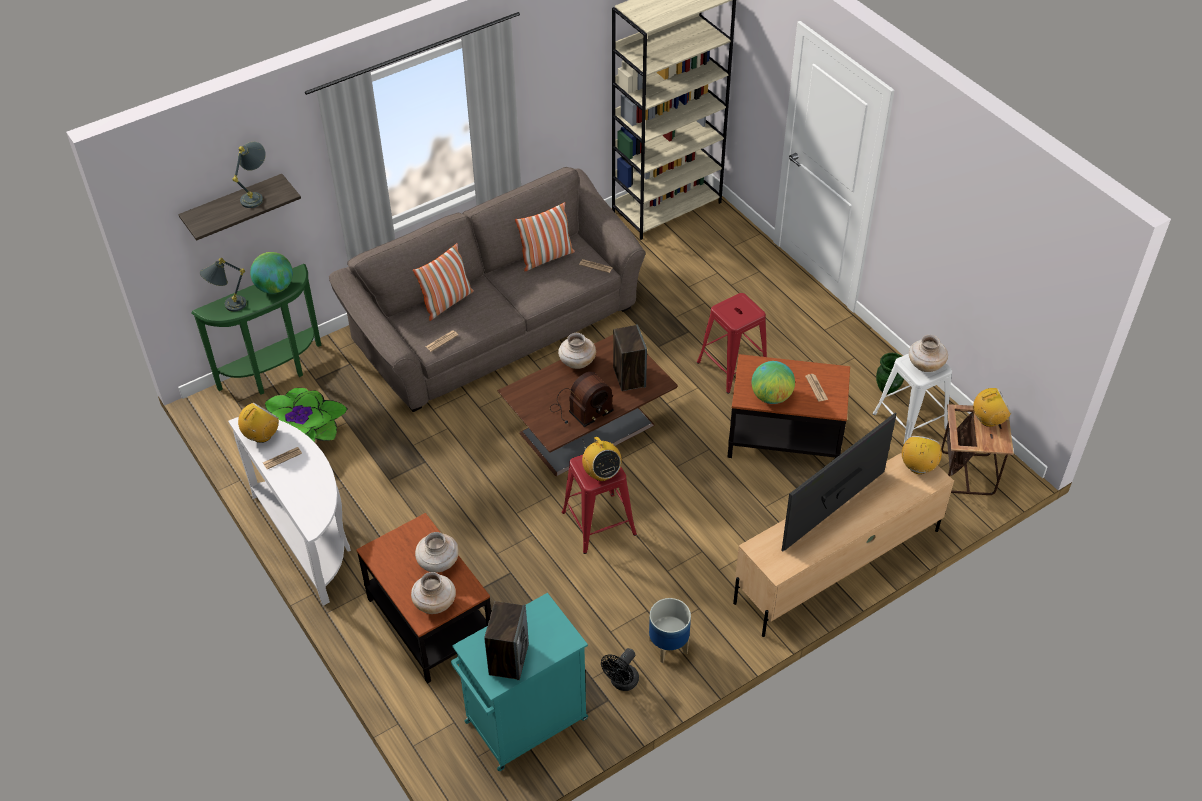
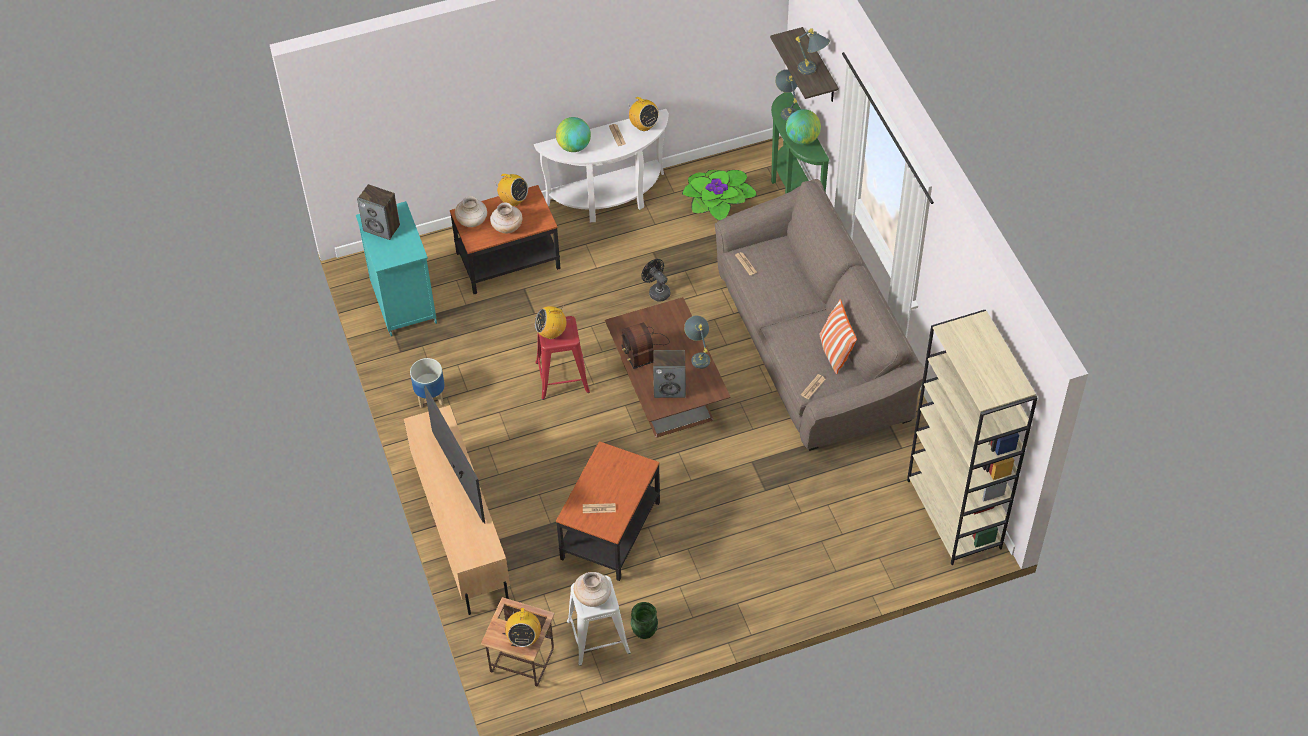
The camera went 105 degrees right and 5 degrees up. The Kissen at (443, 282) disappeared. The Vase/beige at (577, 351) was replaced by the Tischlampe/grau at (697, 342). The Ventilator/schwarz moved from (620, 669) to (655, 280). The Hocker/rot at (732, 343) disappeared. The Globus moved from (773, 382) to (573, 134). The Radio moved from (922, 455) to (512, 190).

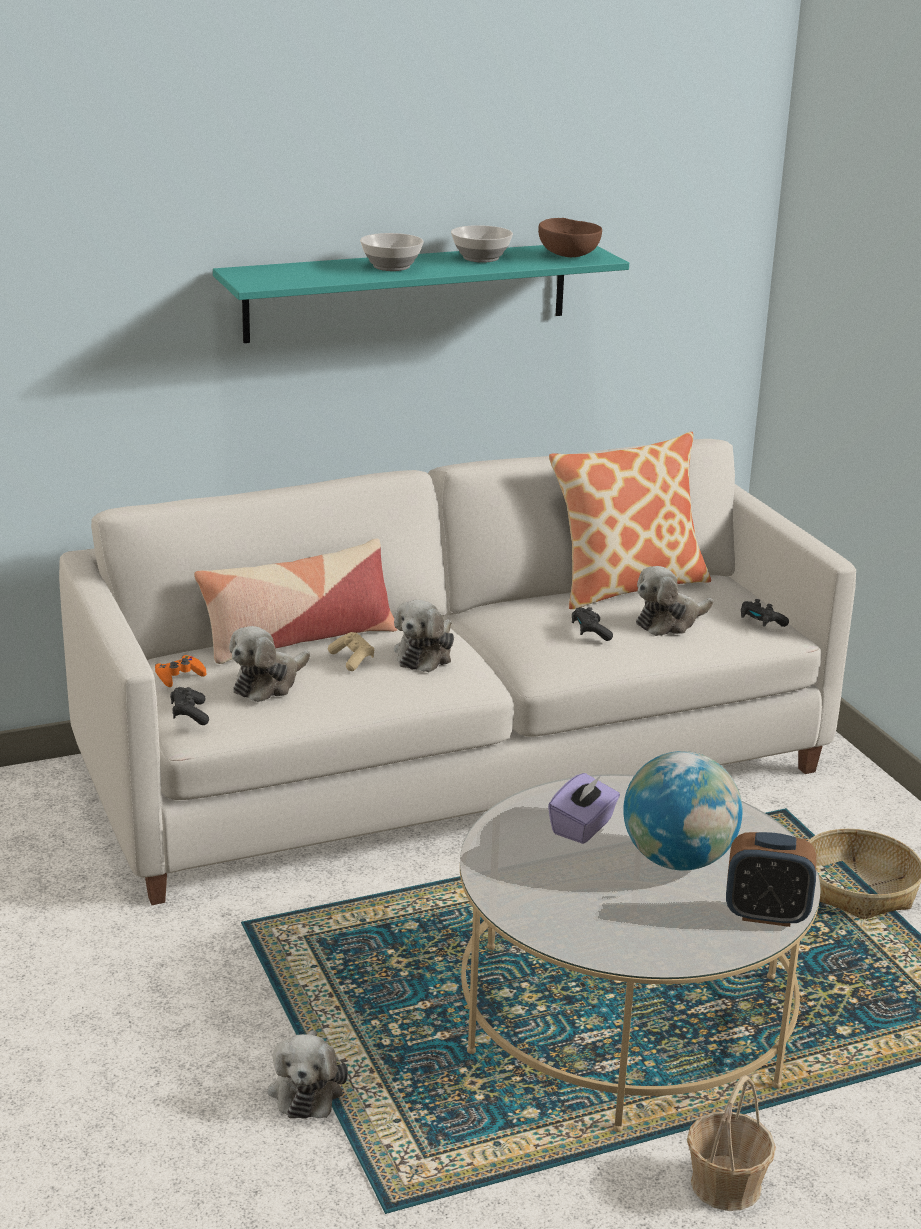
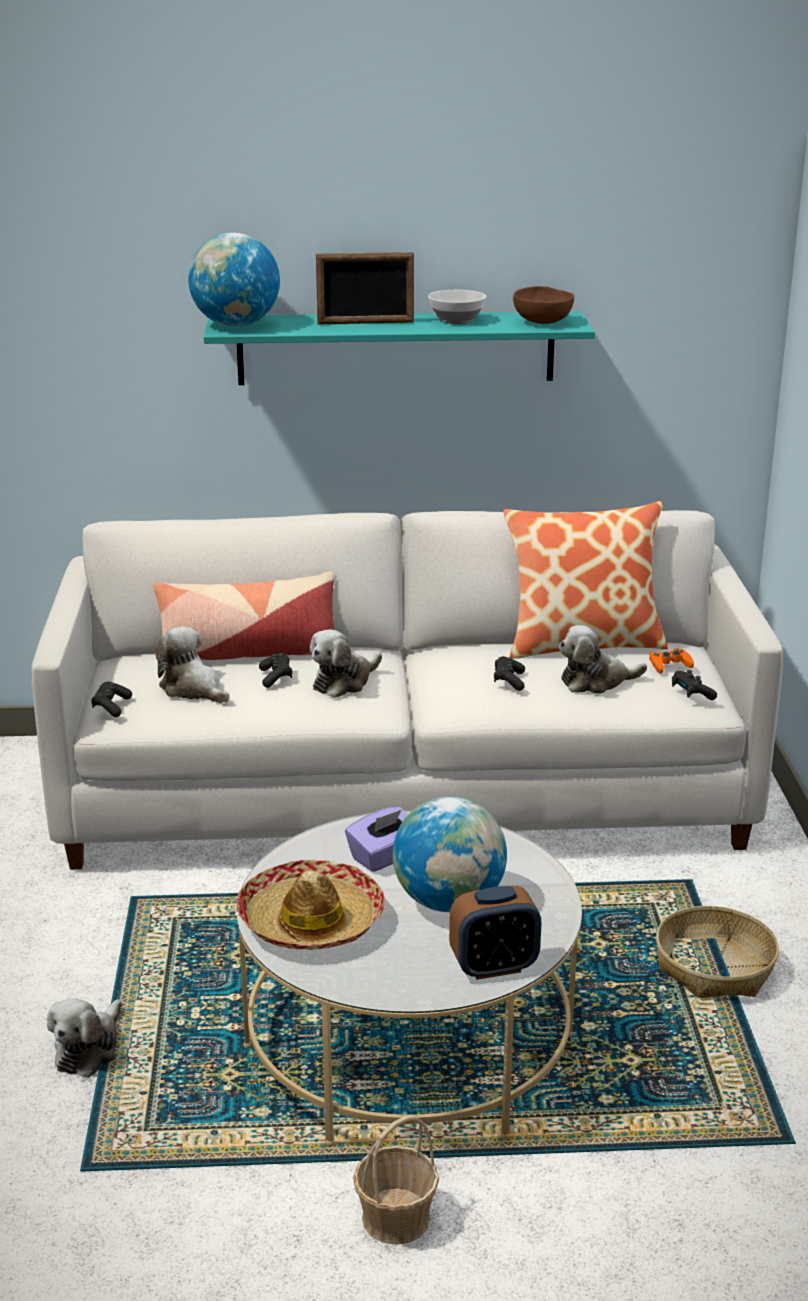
The camera went 20 degrees right and 0 degrees up. The Gamepad/orange moved from (180, 671) to (671, 660). The Plüschtier at (269, 664) turned 75 degrees clockwise. The Gamepad/beige at (351, 651) became the Gamepad/schwarz at (275, 670). The Schüssel at (392, 252) was replaced by the Bilderrahmen at (365, 288). The Wecker at (771, 879) turned 45 degrees counterclockwise. The Globus at (234, 279) appeared. The Hut at (311, 904) appeared.

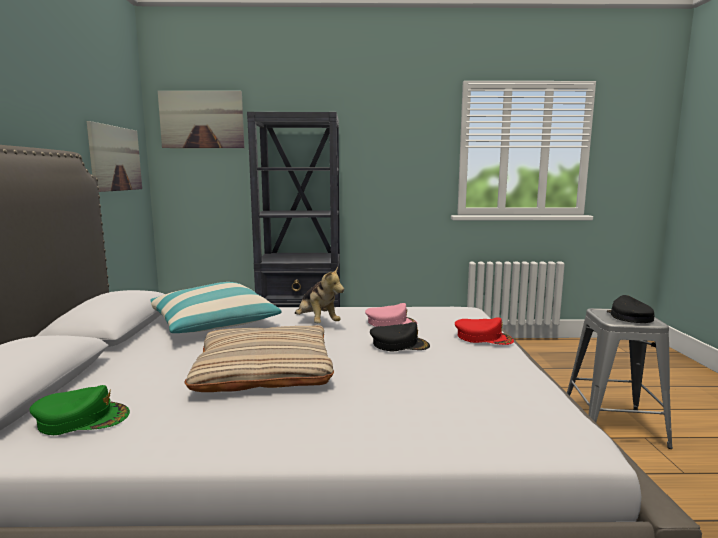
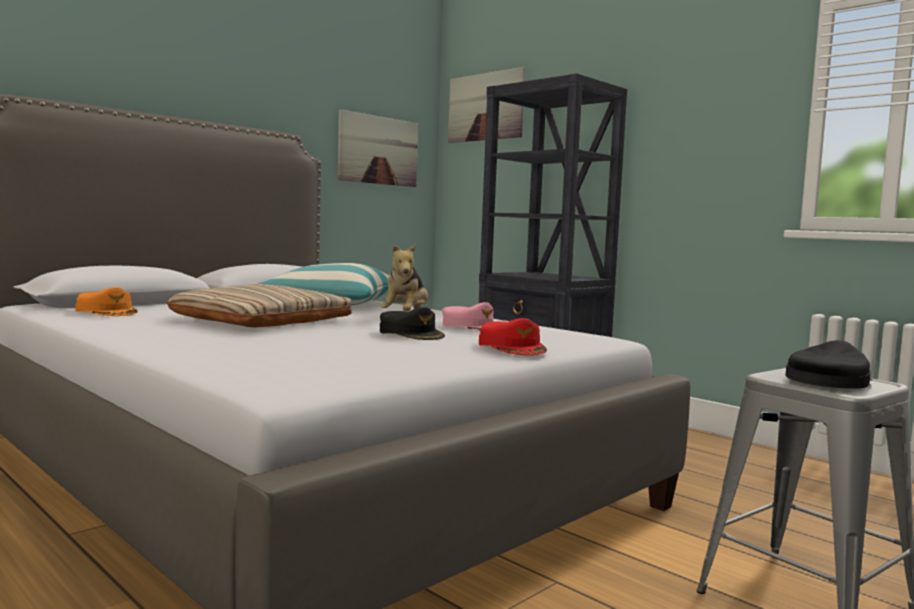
The camera went 45 degrees right and 5 degrees down. The Kappe/grün at (80, 410) became the Kappe/orange at (106, 301).

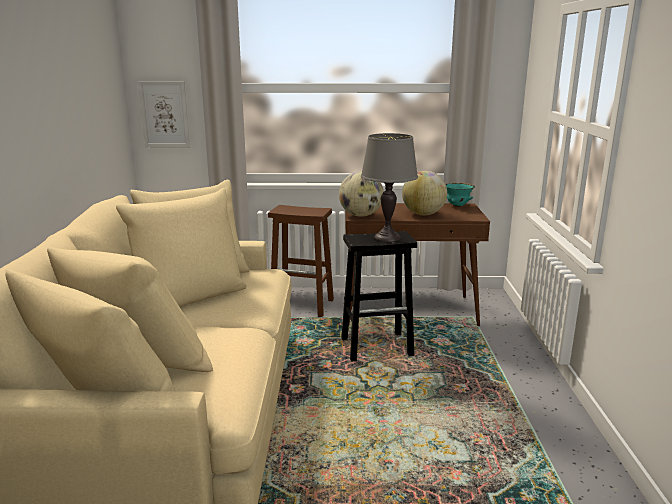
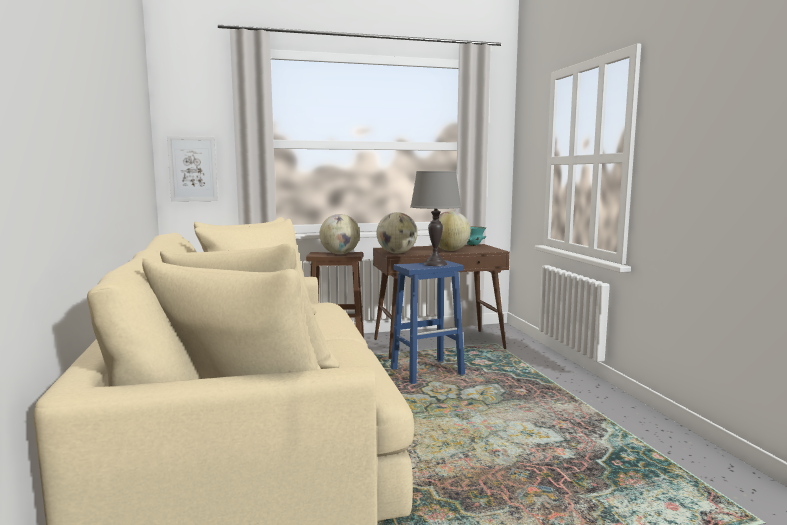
The camera went 15 degrees left and 10 degrees down. The Hocker/schwarz at (379, 296) became the Hocker/blau at (428, 322). The Globus at (339, 234) appeared.

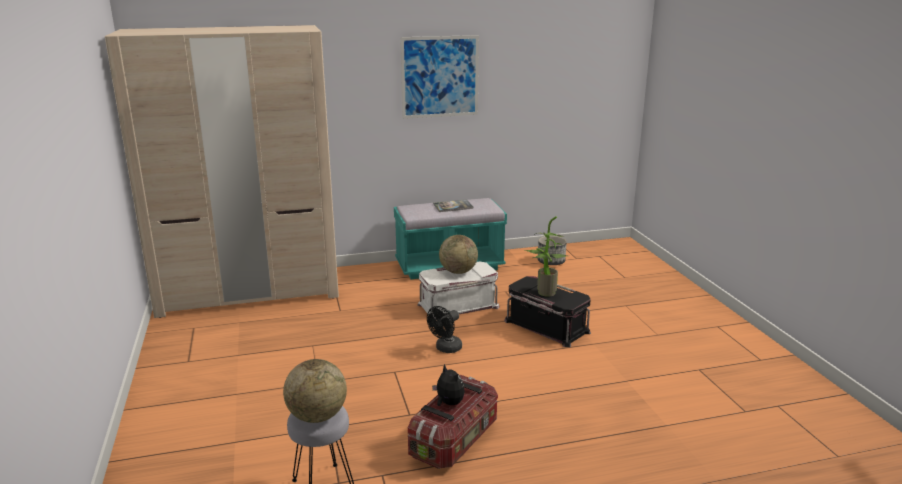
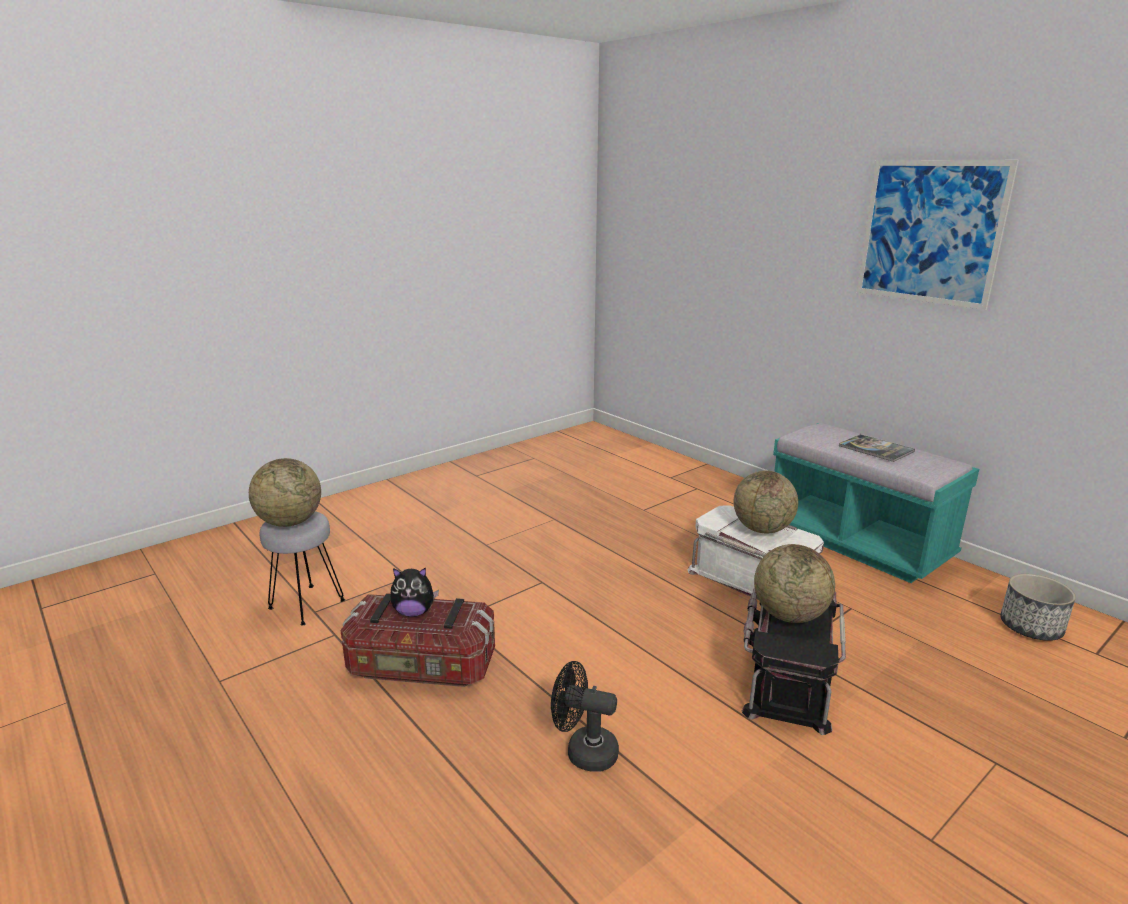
The camera went 65 degrees right and 0 degrees up. The Kleiderschrank/beige at (222, 171) disappeared. The Ventilator/schwarz moved from (444, 329) to (585, 716). The Plüschtier at (448, 385) turned 60 degrees clockwise. The Topfpflanze at (546, 256) was replaced by the Globus at (794, 583).

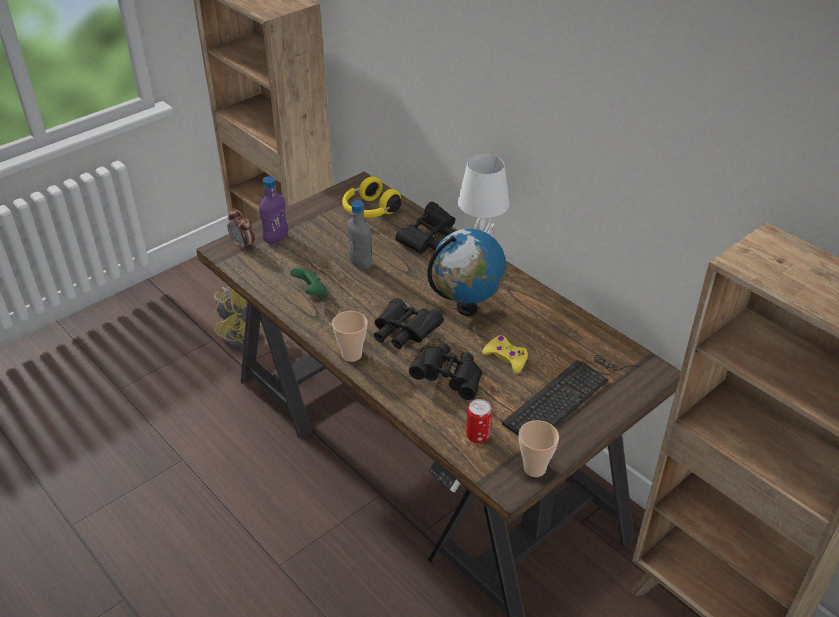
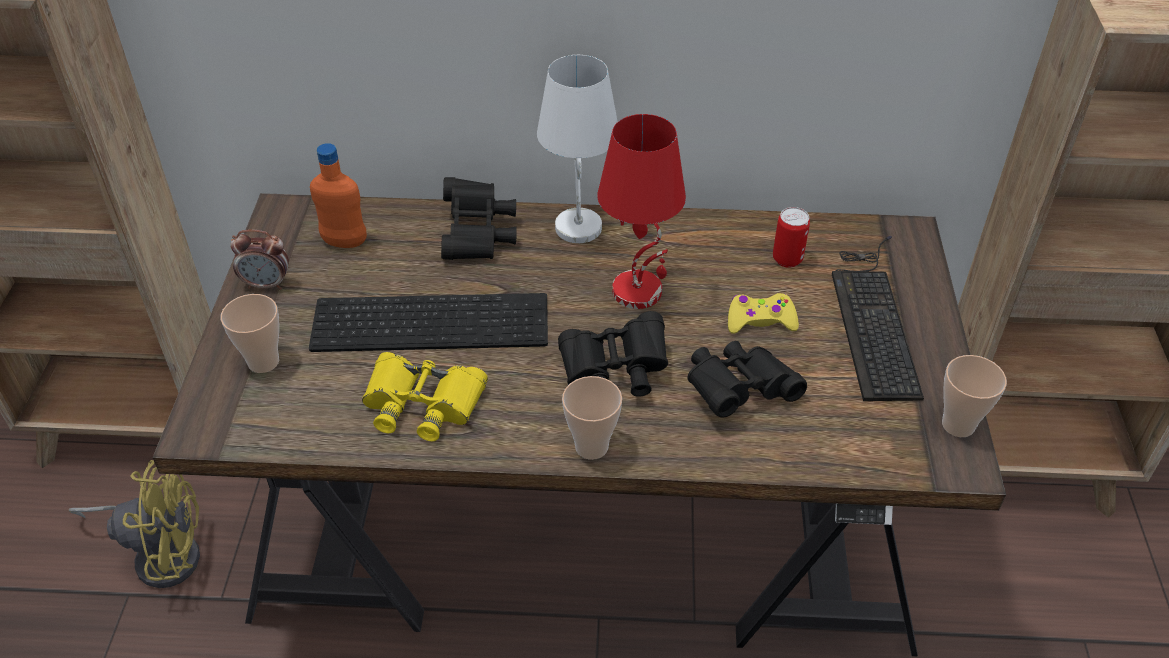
The camera went 45 degrees left and 5 degrees up. The Wecker moved from (241, 230) to (259, 260). The Flasche/lila at (273, 210) was replaced by the Tasse at (250, 333). The Gamepad/grün at (308, 282) was replaced by the Fernglas/gelb at (425, 396). The Kopfhörer/gelb at (372, 197) was replaced by the Flasche/orange at (338, 195). The Flasche/grau at (360, 235) was replaced by the Tastatur at (428, 322). The Globus at (467, 272) was replaced by the Tischlampe/rot at (641, 211). The Dose moved from (479, 421) to (791, 237).

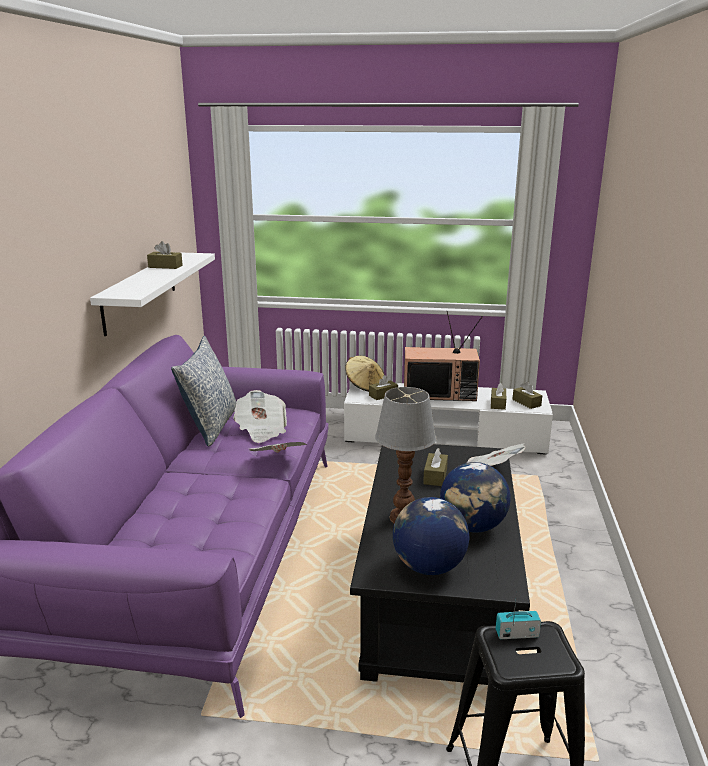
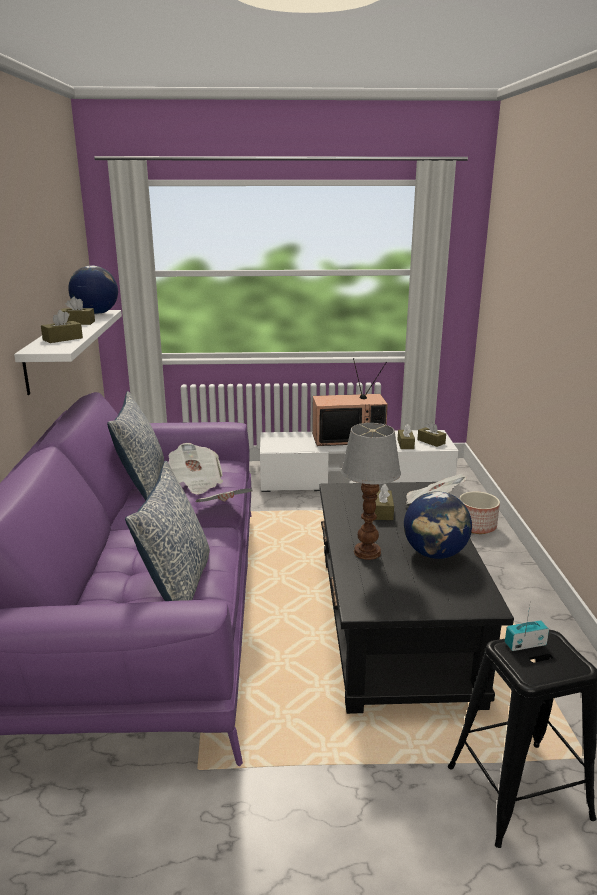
The camera went 10 degrees left and 0 degrees up. The Hut/beige at (364, 374) disappeared. The Taschentuchbox/braun moved from (383, 387) to (62, 326). The Globus moved from (431, 536) to (93, 290). The Kissen at (167, 531) appeared. The Pflanzkübel at (479, 512) appeared.

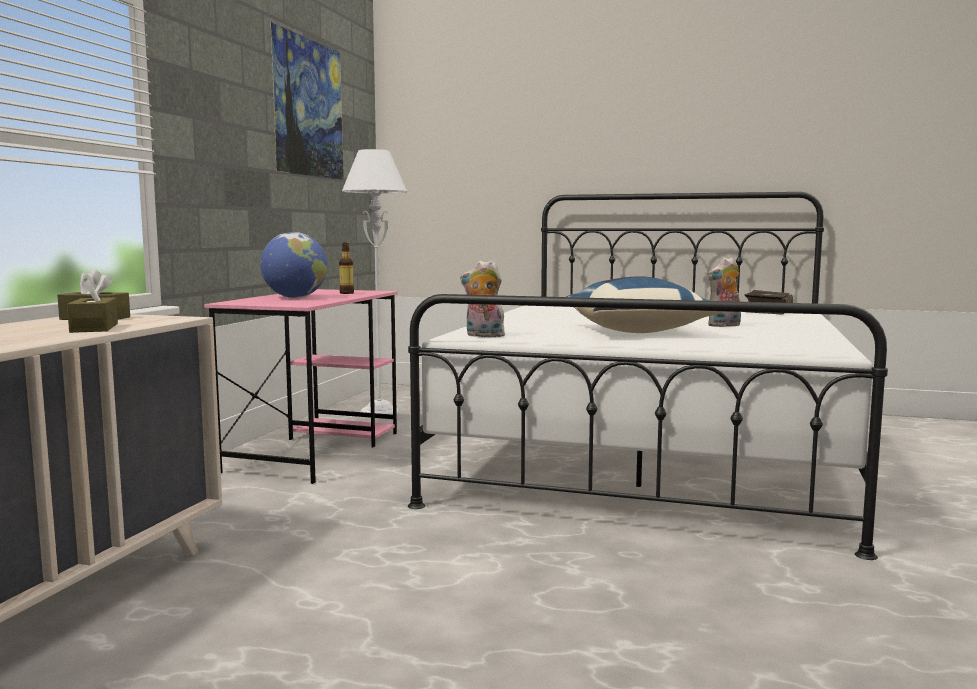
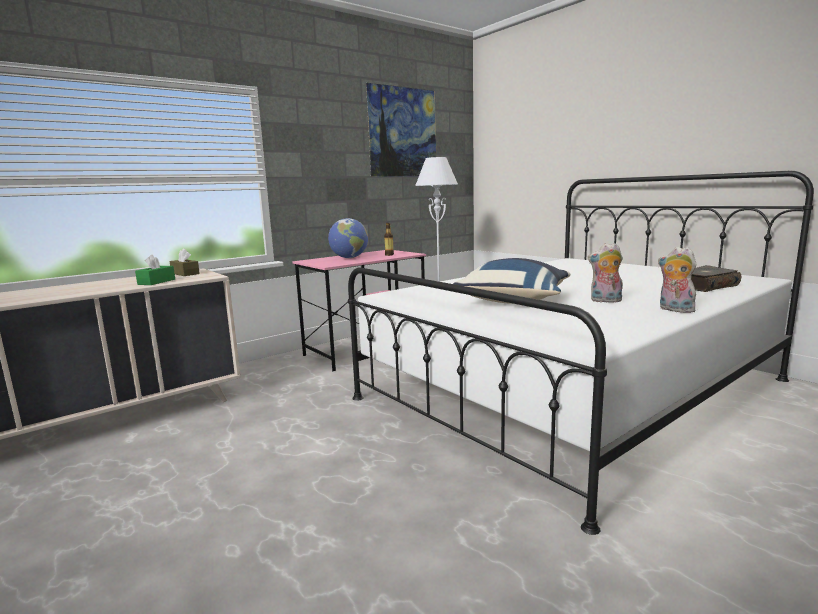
The camera went 35 degrees right and 5 degrees up. The Taschentuchbox/braun at (92, 303) became the Taschentuchbox/grün at (155, 269). The Plüschtier moved from (484, 298) to (677, 280).

